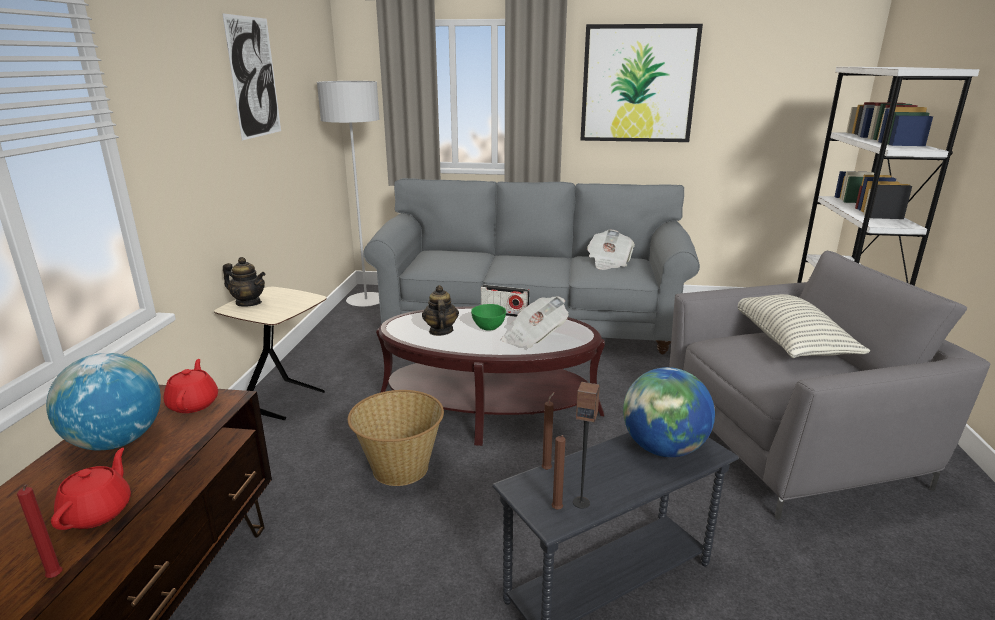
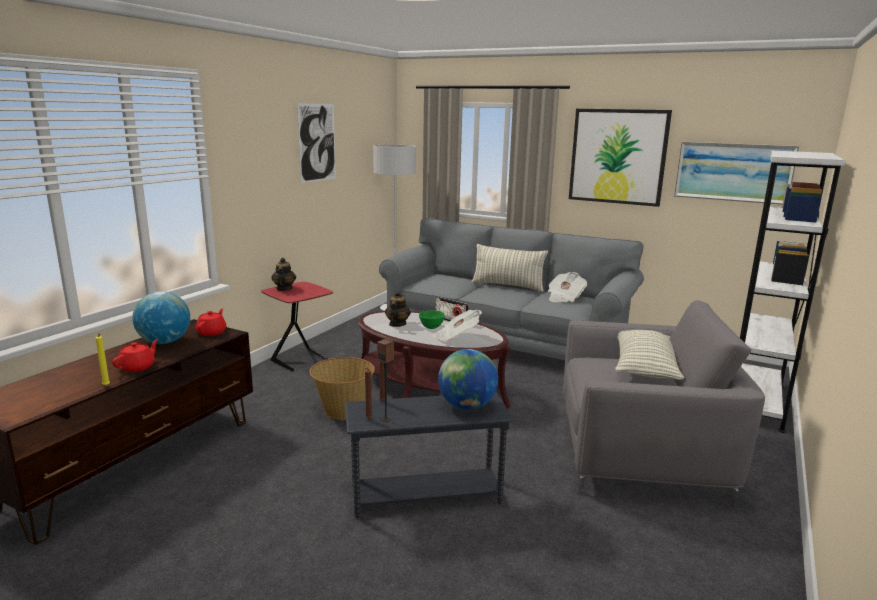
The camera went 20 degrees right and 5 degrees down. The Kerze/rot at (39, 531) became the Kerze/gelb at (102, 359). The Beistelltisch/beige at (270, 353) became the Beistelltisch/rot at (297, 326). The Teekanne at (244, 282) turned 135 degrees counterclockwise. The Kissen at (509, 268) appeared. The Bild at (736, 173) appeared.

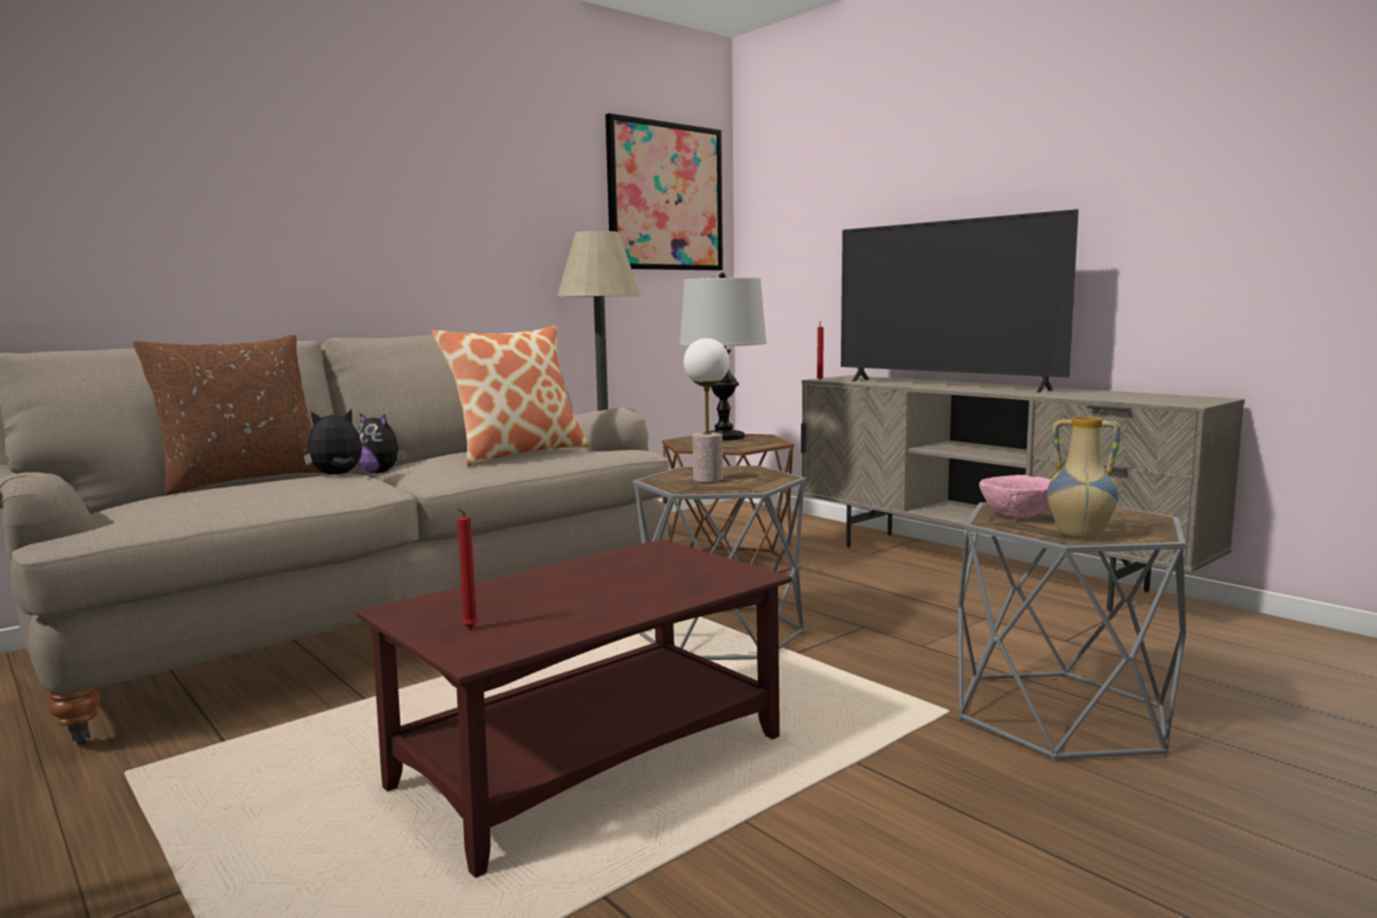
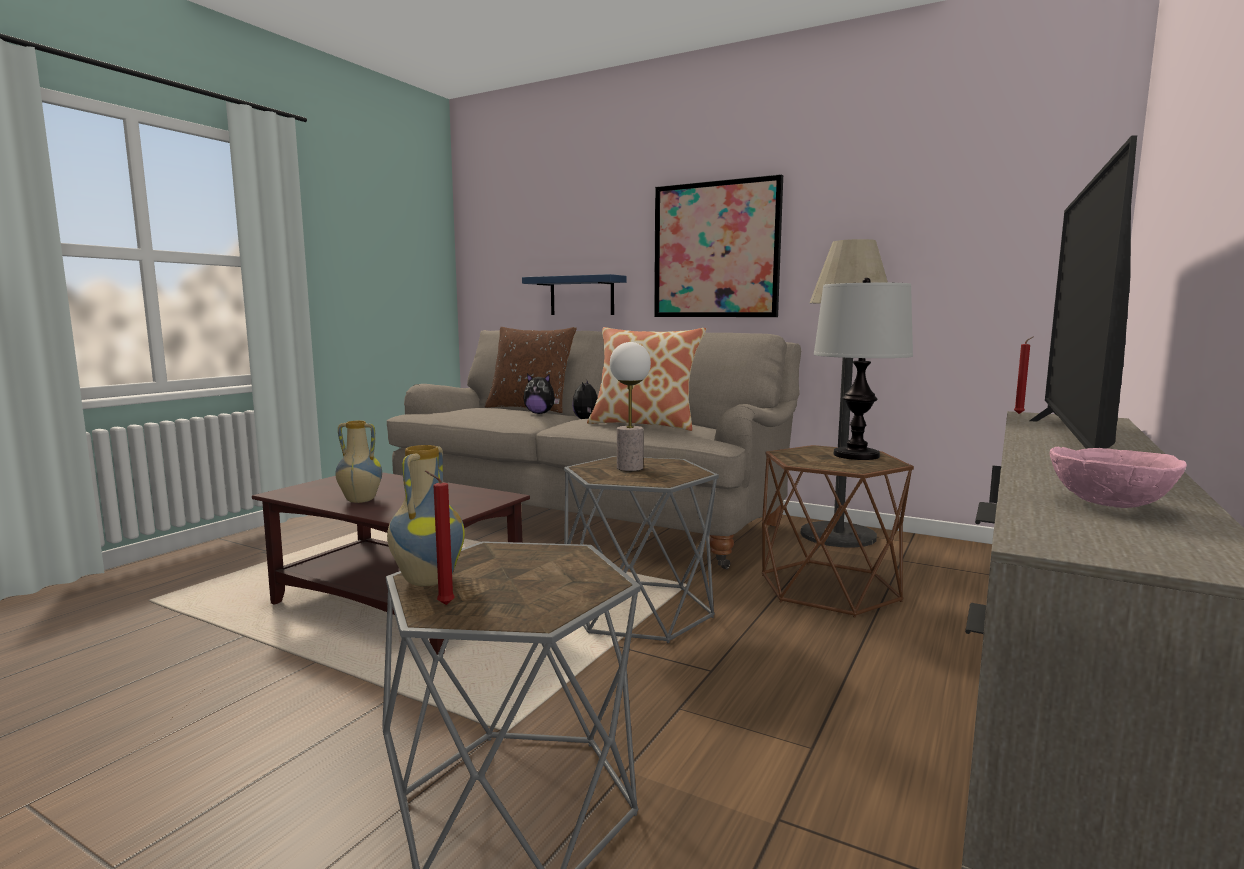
The camera went 70 degrees right and 0 degrees up. The Plüschtier at (333, 442) turned 150 degrees clockwise. The Kerze/rot moved from (467, 568) to (440, 538). The Bild moved from (664, 191) to (718, 245). The Schüssel/rosa moved from (1015, 496) to (1118, 477). The Vase at (358, 462) appeared. The Wandregal/blau at (574, 294) appeared.

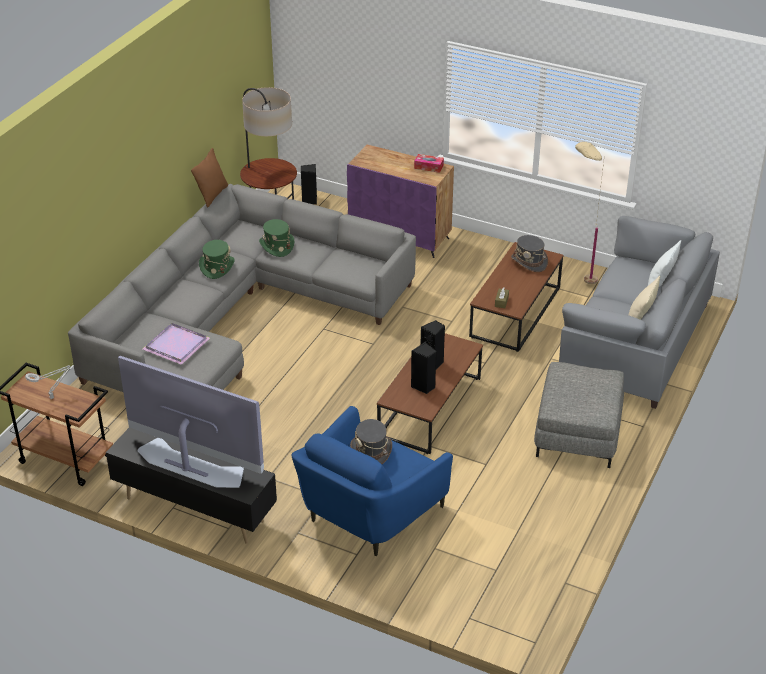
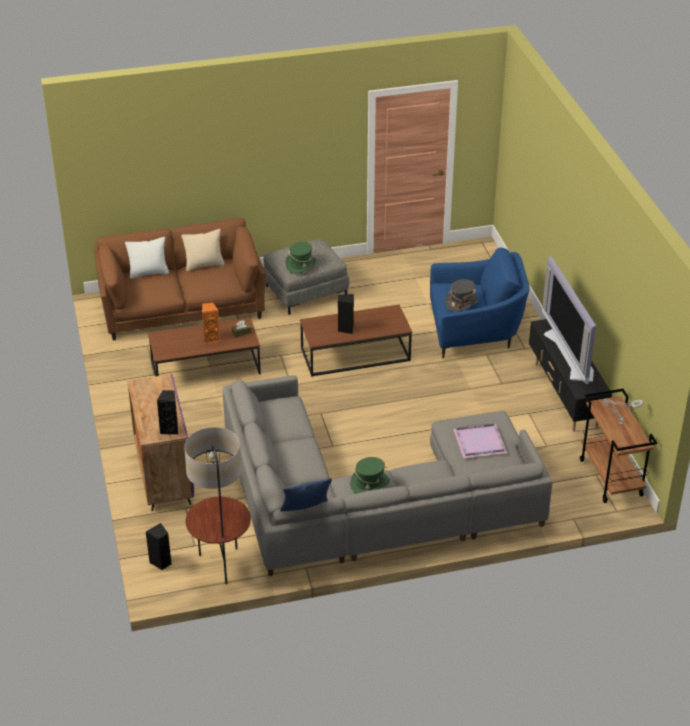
The camera went 130 degrees left and 0 degrees up. The Kissen/braun at (209, 177) became the Kissen/blau at (306, 495). The Hut/grün moved from (276, 238) to (301, 258). The Lautsprecher/schwarz moved from (424, 368) to (167, 412). The Taschentuchbox at (429, 163) disappeared. The Hut/grau at (529, 253) disappeared. The Sofa/grau at (639, 312) became the Sofa/braun at (180, 279). The Stehlampe/beige at (589, 213) disappeared. The Lautsprecher/orange at (211, 322) appeared.

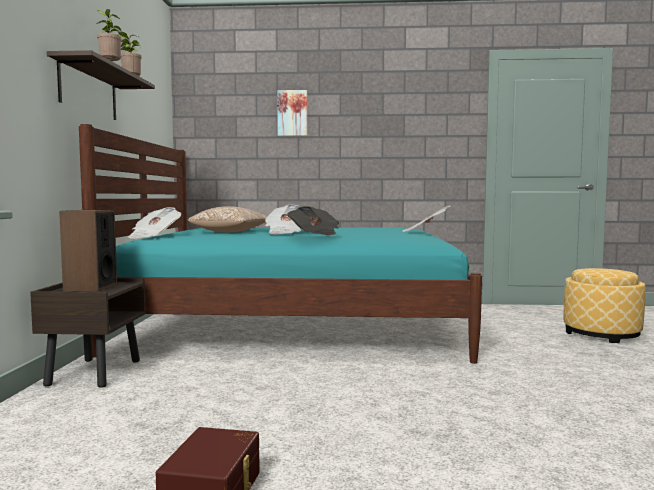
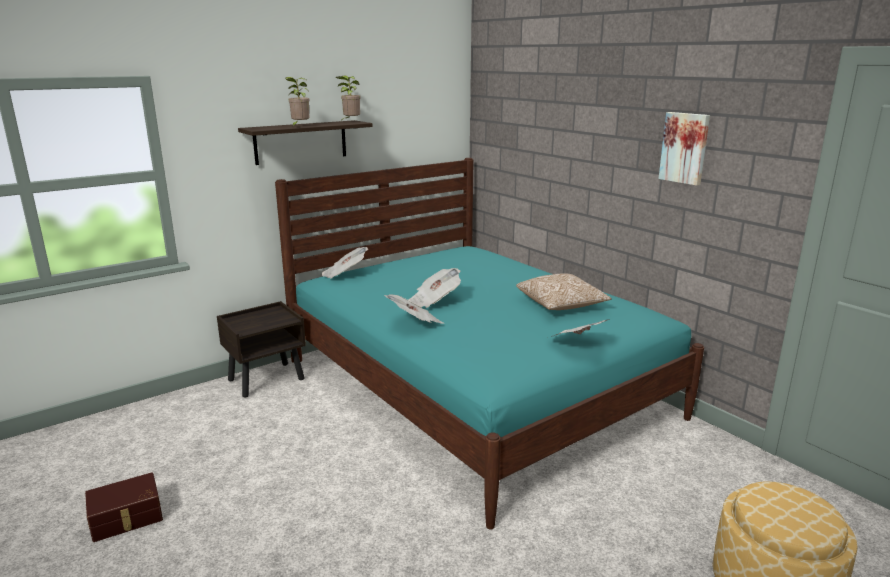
The camera went 50 degrees right and 15 degrees up. The Lautsprecher at (88, 251) disappeared. The Kissen moved from (228, 219) to (564, 291). The Bild moved from (292, 113) to (684, 149).

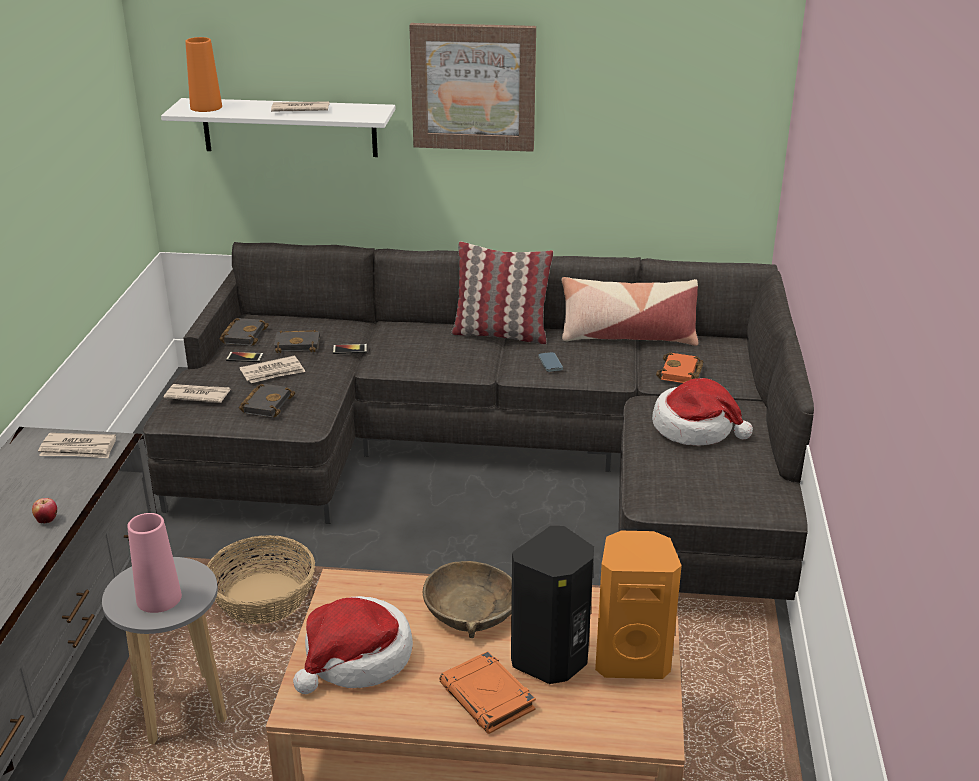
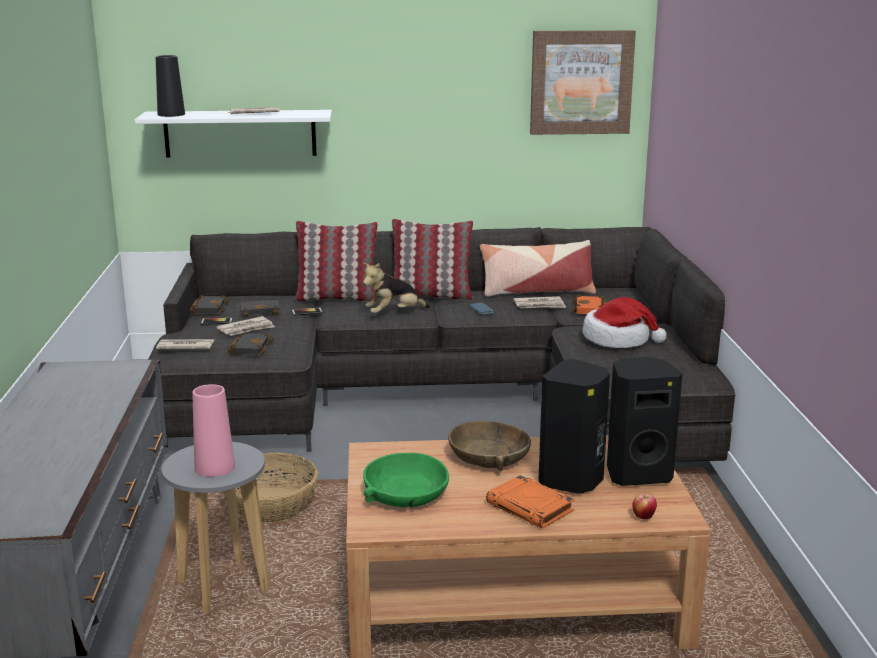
The camera went 10 degrees left and 10 degrees down. The Apfel moved from (44, 510) to (644, 506). The Zeitung moved from (77, 445) to (540, 302). The Vase/orange at (203, 74) became the Vase/schwarz at (170, 86). The Hut at (353, 645) was replaced by the Schüssel/grün at (406, 480). The Bild moved from (472, 87) to (583, 82). The Lautsprecher/orange at (638, 605) became the Lautsprecher/schwarz at (644, 421). The Kissen at (336, 261) appeared. The Plüschtier at (396, 288) appeared.

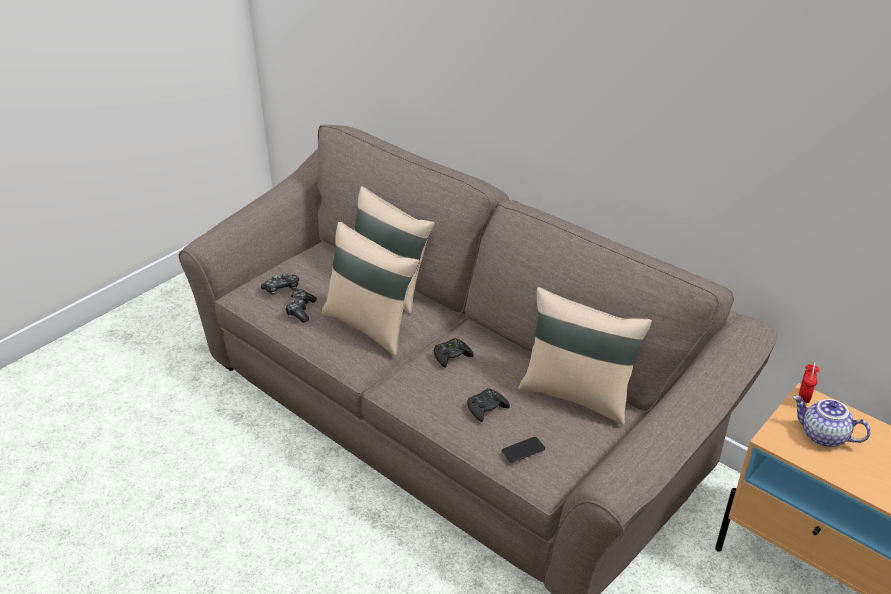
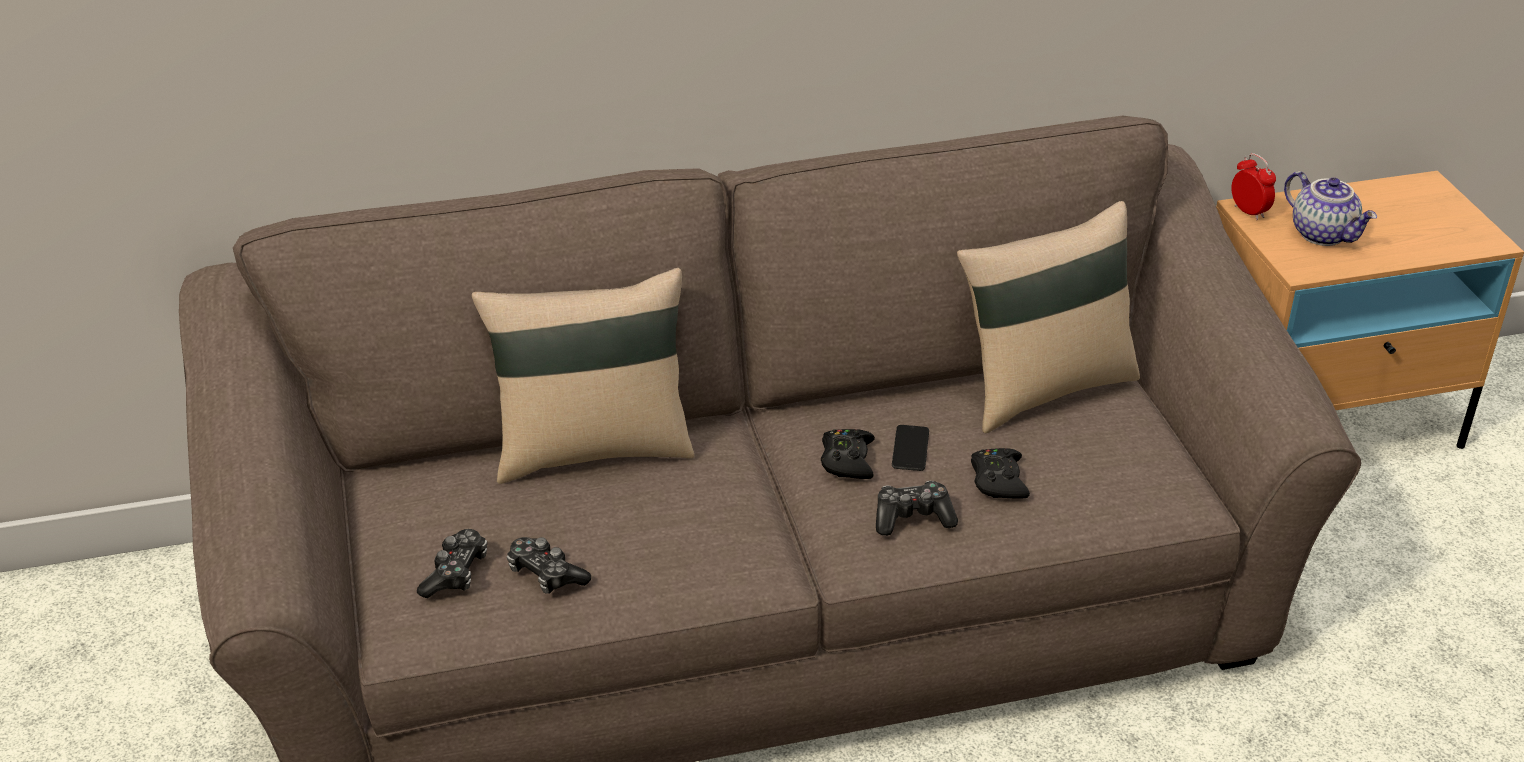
The camera went 55 degrees left and 0 degrees up. The Kissen/beige at (370, 289) disappeared. The Handy moved from (523, 450) to (910, 448). The Teekanne at (832, 421) turned 105 degrees counterclockwise. The Gamepad at (917, 508) appeared.

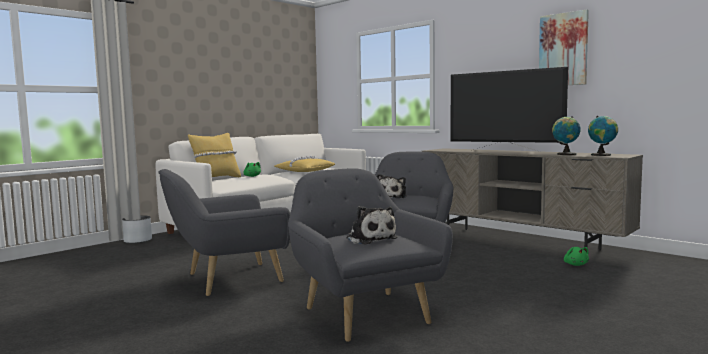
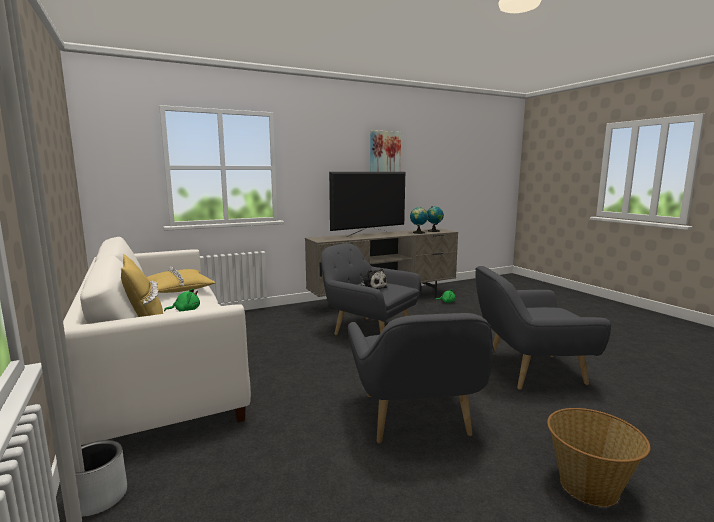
The camera went 70 degrees left and 5 degrees up. The Plüschtier at (372, 225) disappeared. The Korb at (598, 457) appeared.

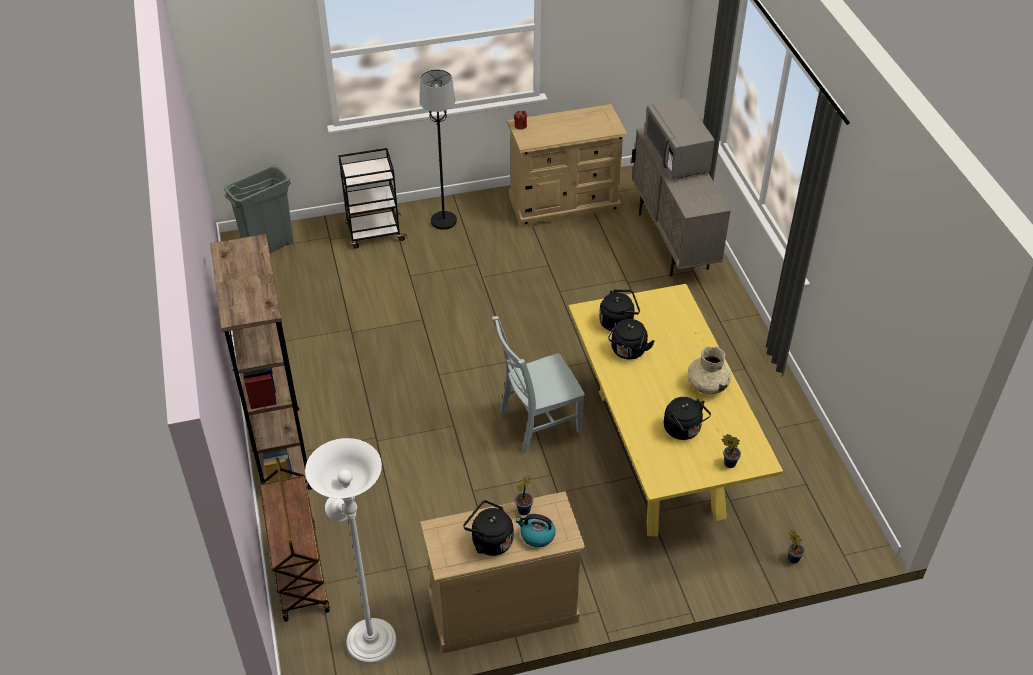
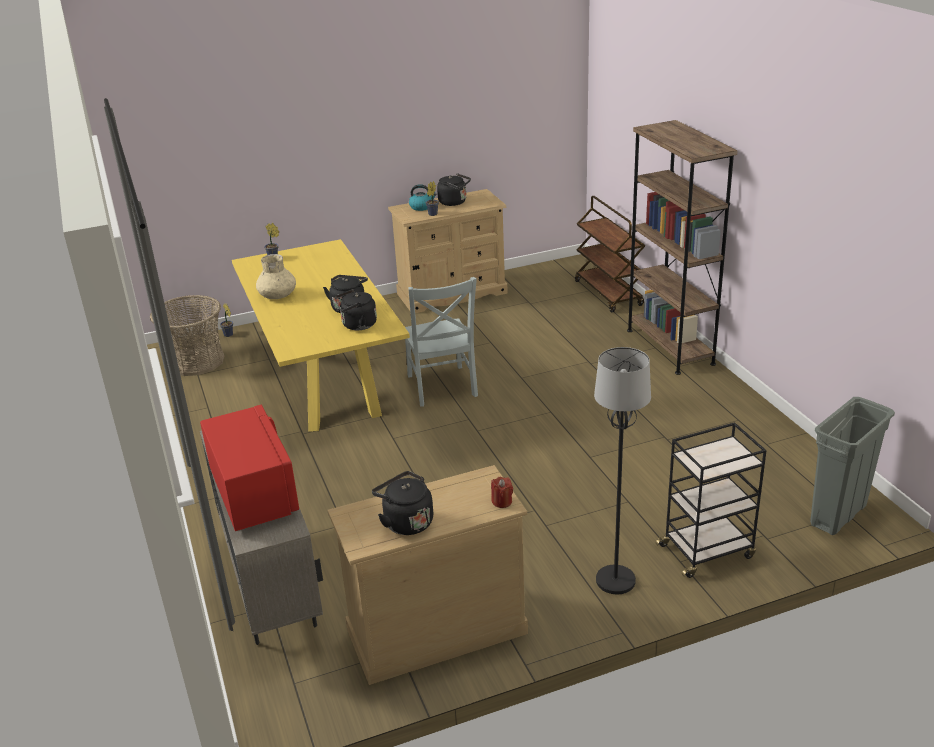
The camera went 175 degrees right and 15 degrees down. The Stehlampe/weiß at (351, 551) disappeared. The Stuhl/grau at (538, 384) turned 105 degrees clockwise. The Mikrowelle/grau at (679, 138) became the Mikrowelle/rot at (249, 468). The Wasserkessel/schwarz moved from (687, 418) to (402, 503). The Korb at (187, 335) appeared.

